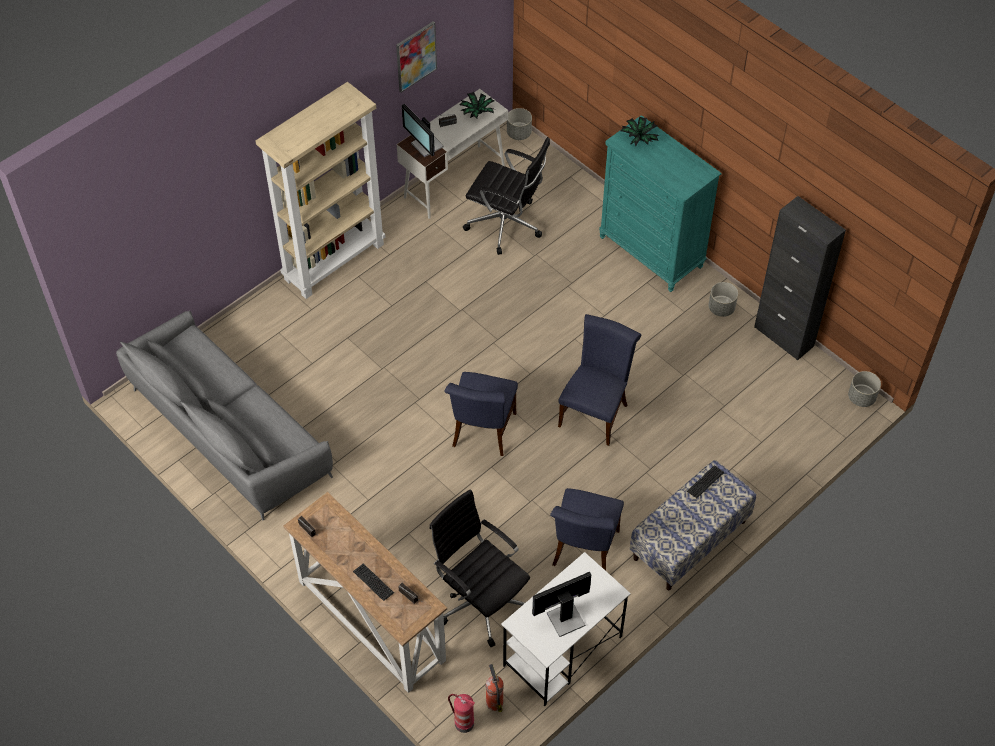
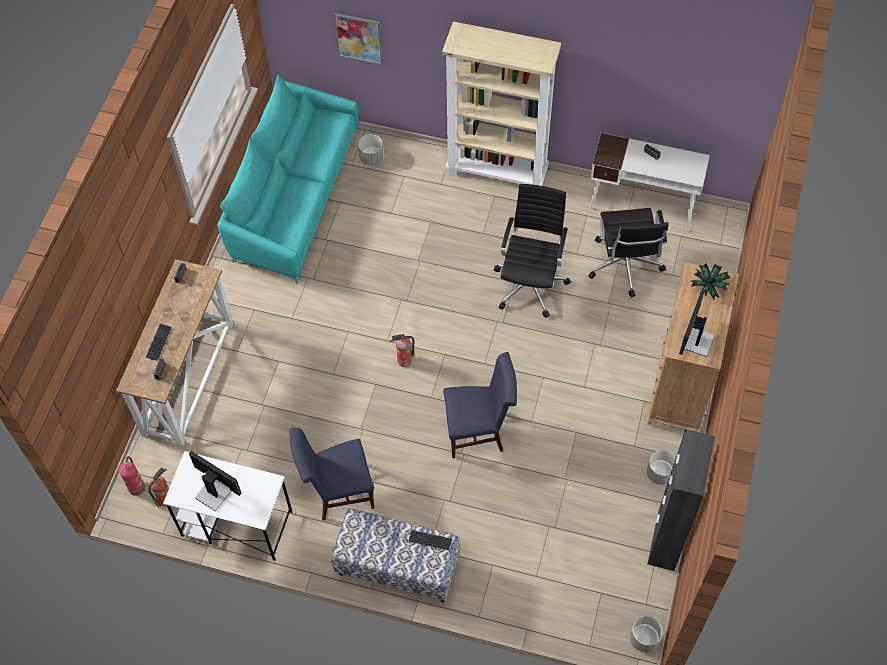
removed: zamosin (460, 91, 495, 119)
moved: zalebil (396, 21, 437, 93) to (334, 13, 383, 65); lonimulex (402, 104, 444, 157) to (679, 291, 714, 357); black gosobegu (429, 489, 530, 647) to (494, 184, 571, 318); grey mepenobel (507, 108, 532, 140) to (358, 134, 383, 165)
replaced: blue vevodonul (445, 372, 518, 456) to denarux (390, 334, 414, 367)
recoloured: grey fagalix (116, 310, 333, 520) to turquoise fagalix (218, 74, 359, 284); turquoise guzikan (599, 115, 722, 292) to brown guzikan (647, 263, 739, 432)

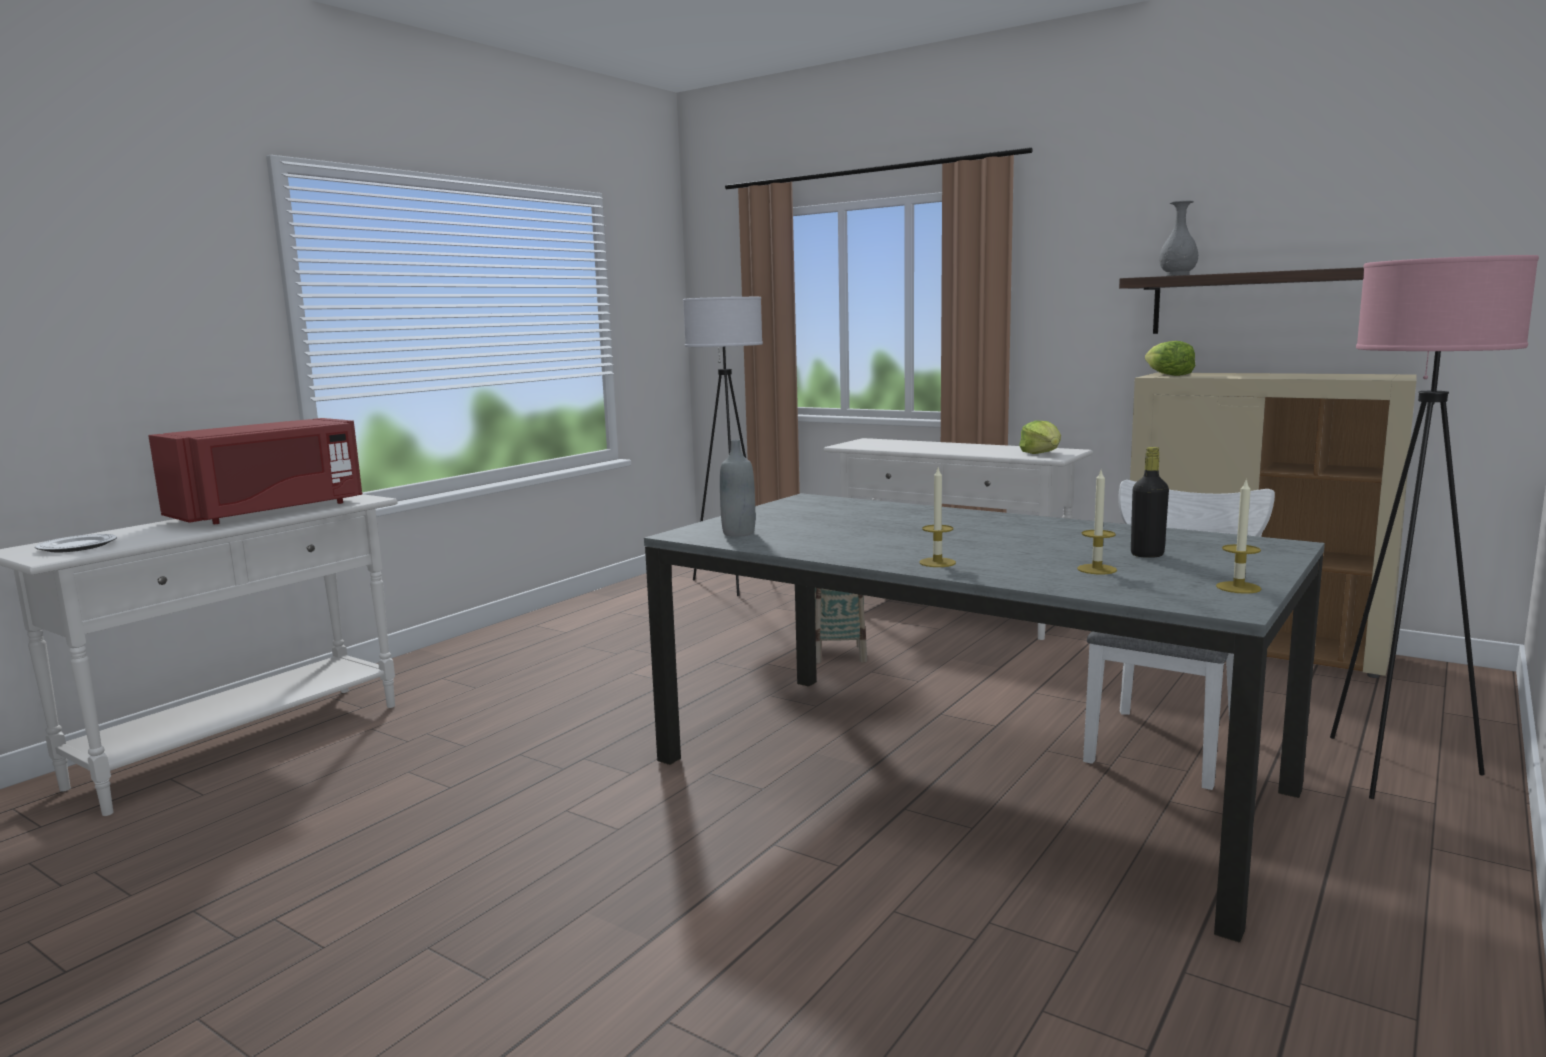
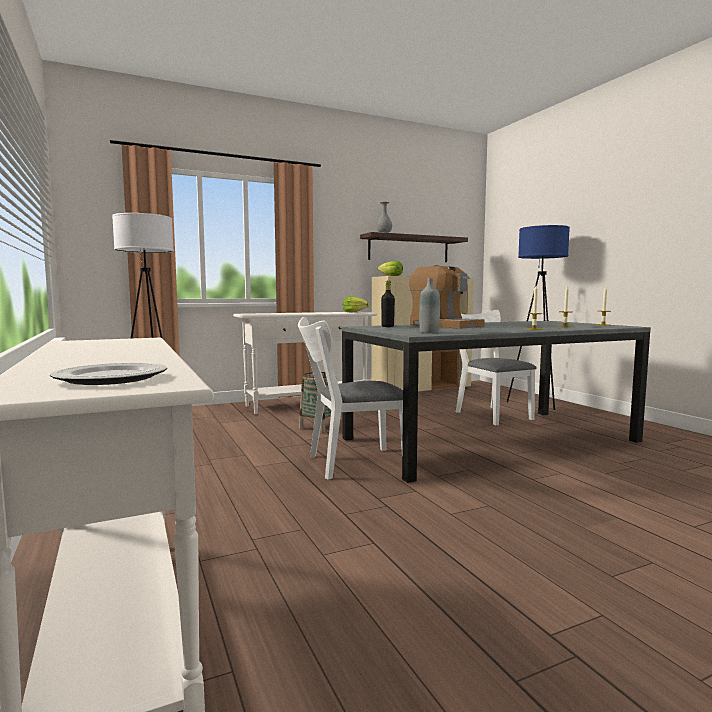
removed: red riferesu (149, 418, 362, 524)
added: white vevodonul (298, 317, 403, 480); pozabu (409, 265, 485, 329)
moved: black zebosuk (1131, 447, 1169, 558) to (381, 281, 395, 327)
recoloured: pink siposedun (1330, 255, 1539, 799) to blue siposedun (507, 225, 570, 410)

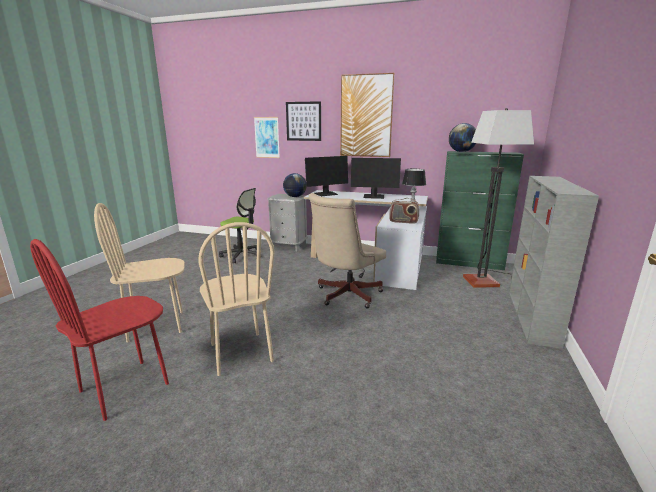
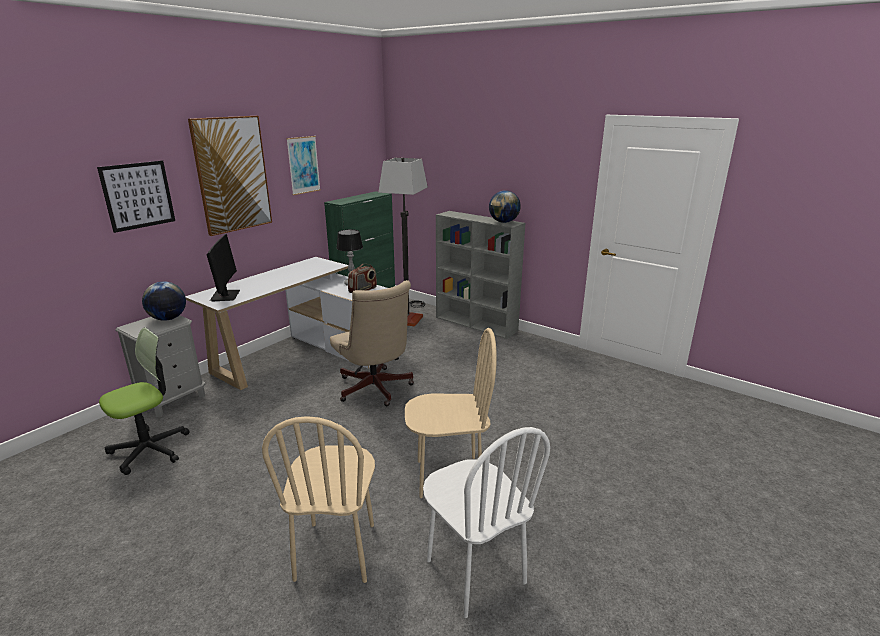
removed: lonimulex (351, 158, 401, 199)
moved: zalebil (254, 117, 280, 158) to (286, 136, 321, 195); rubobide (449, 123, 476, 152) to (489, 190, 521, 223)
recoloured: red vevodonul (30, 239, 169, 421) to white vevodonul (423, 427, 550, 618)

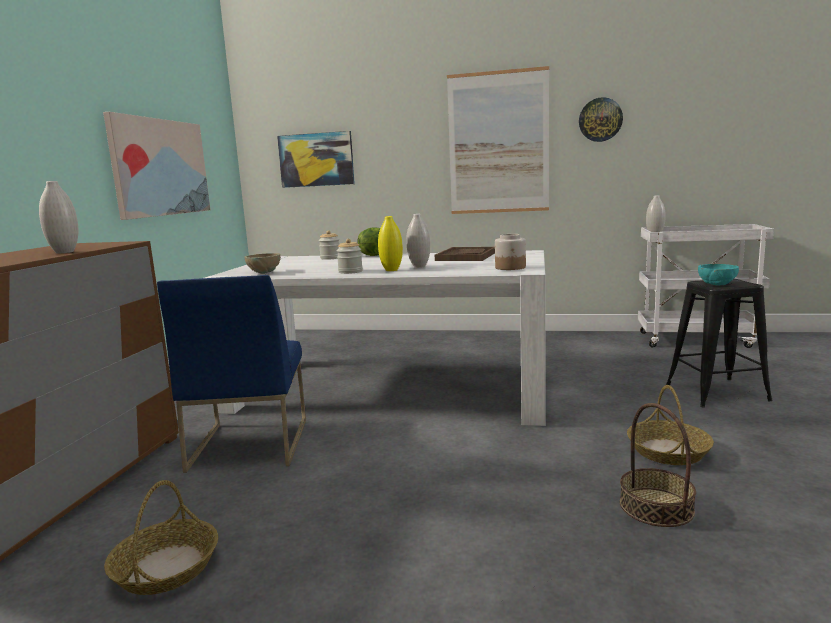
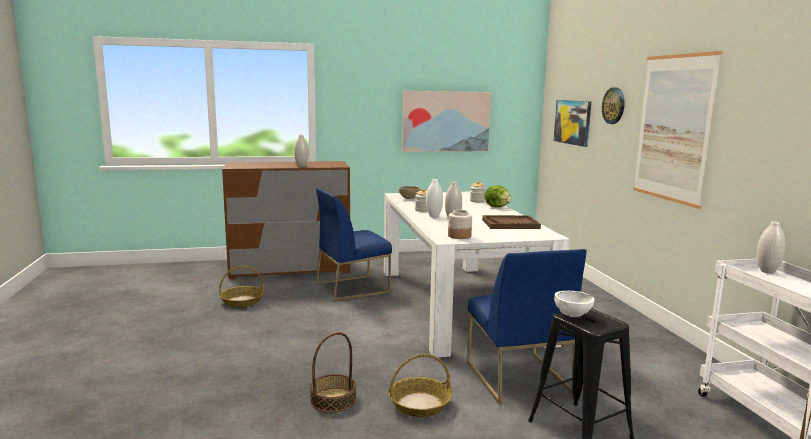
added: blue vevodonul (467, 249, 587, 405)
moved: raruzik (579, 97, 623, 142) to (602, 87, 625, 124)
recoloured: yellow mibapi (378, 216, 403, 271) to white mibapi (426, 179, 443, 217); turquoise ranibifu (698, 264, 739, 286) to white ranibifu (554, 291, 594, 317)

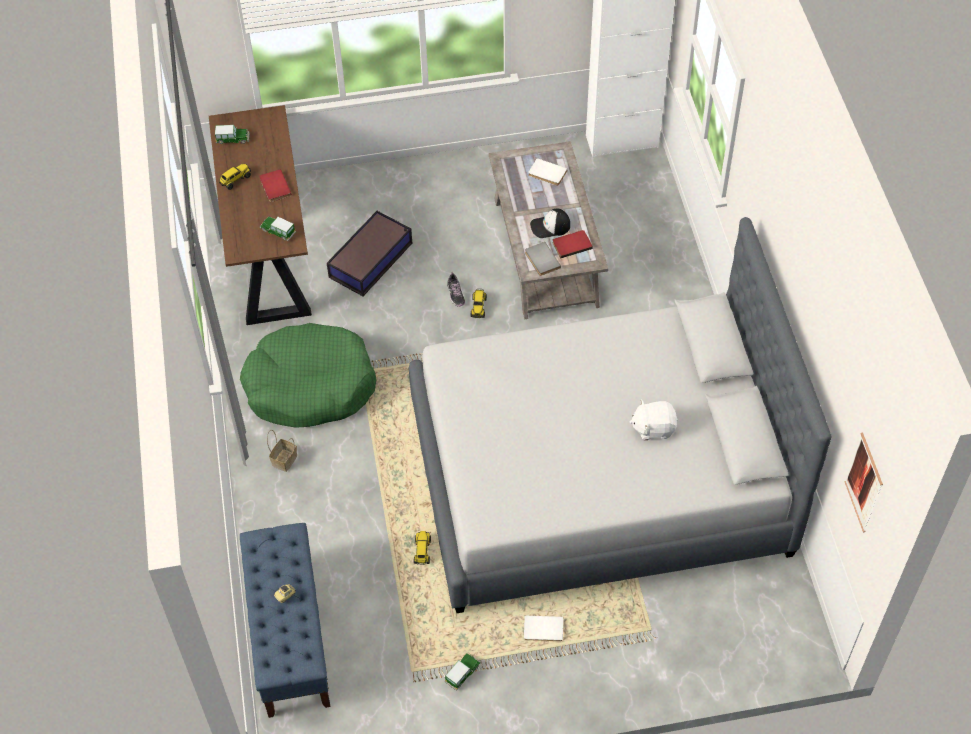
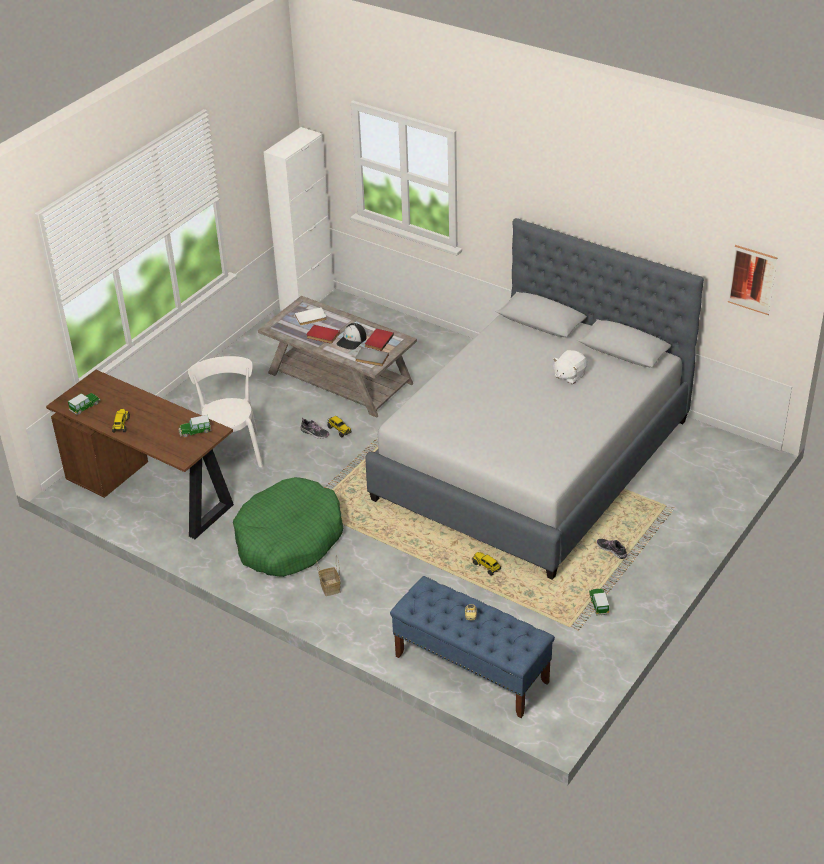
moved: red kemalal (259, 169, 292, 202) to (306, 325, 340, 343)
replaced: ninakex (327, 211, 412, 296) to white vevodonul (188, 356, 263, 475); white kemalal (524, 616, 563, 641) to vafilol (597, 539, 627, 559)

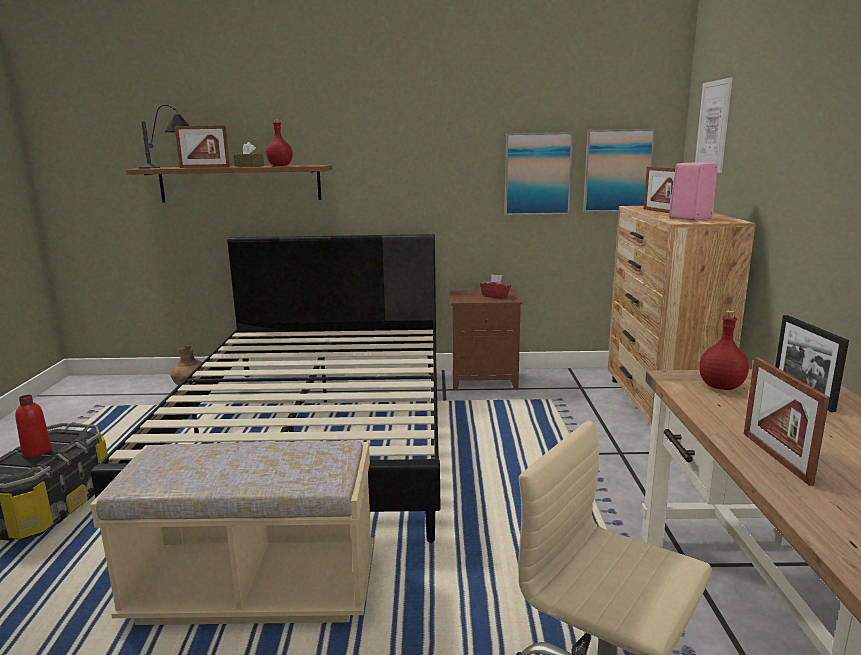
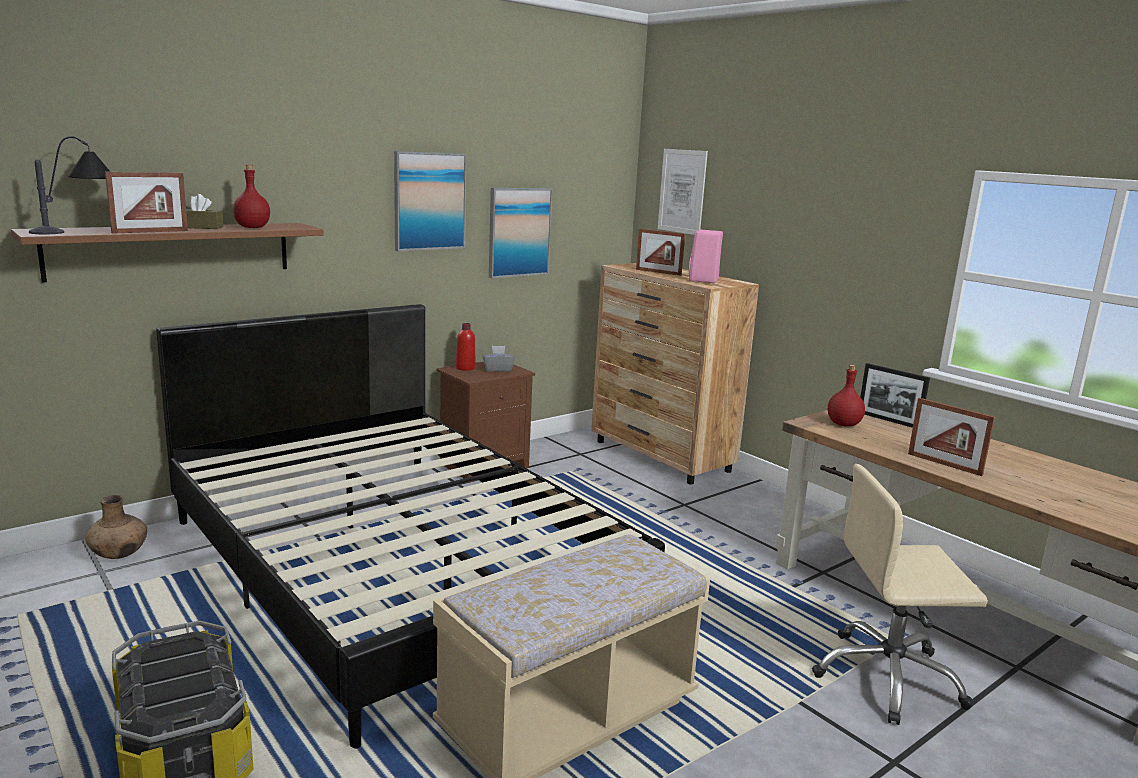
moved: red zebosuk (15, 395, 51, 457) to (456, 323, 476, 371); zalebil (583, 129, 655, 212) to (394, 151, 467, 251)
recoloured: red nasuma (480, 274, 511, 299) to grey nasuma (482, 346, 515, 372)

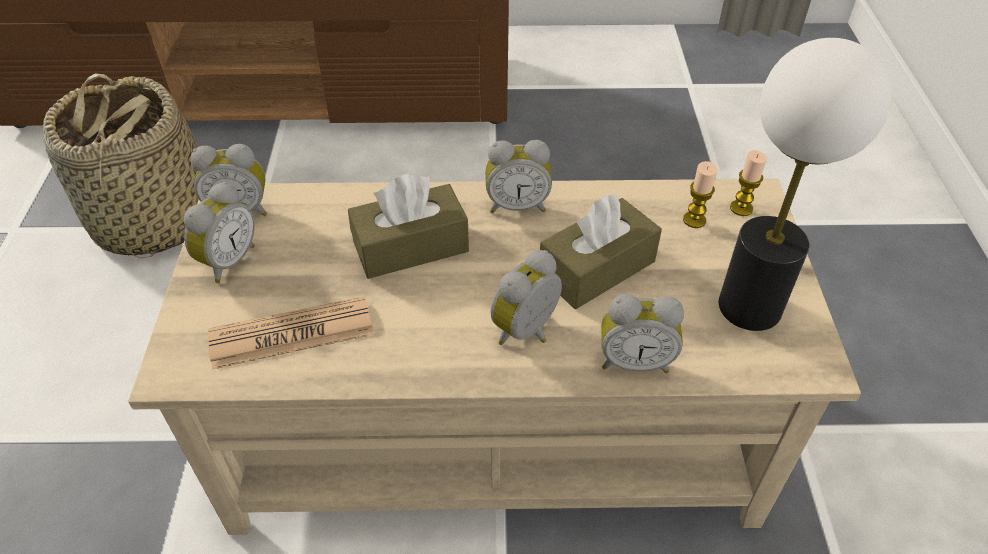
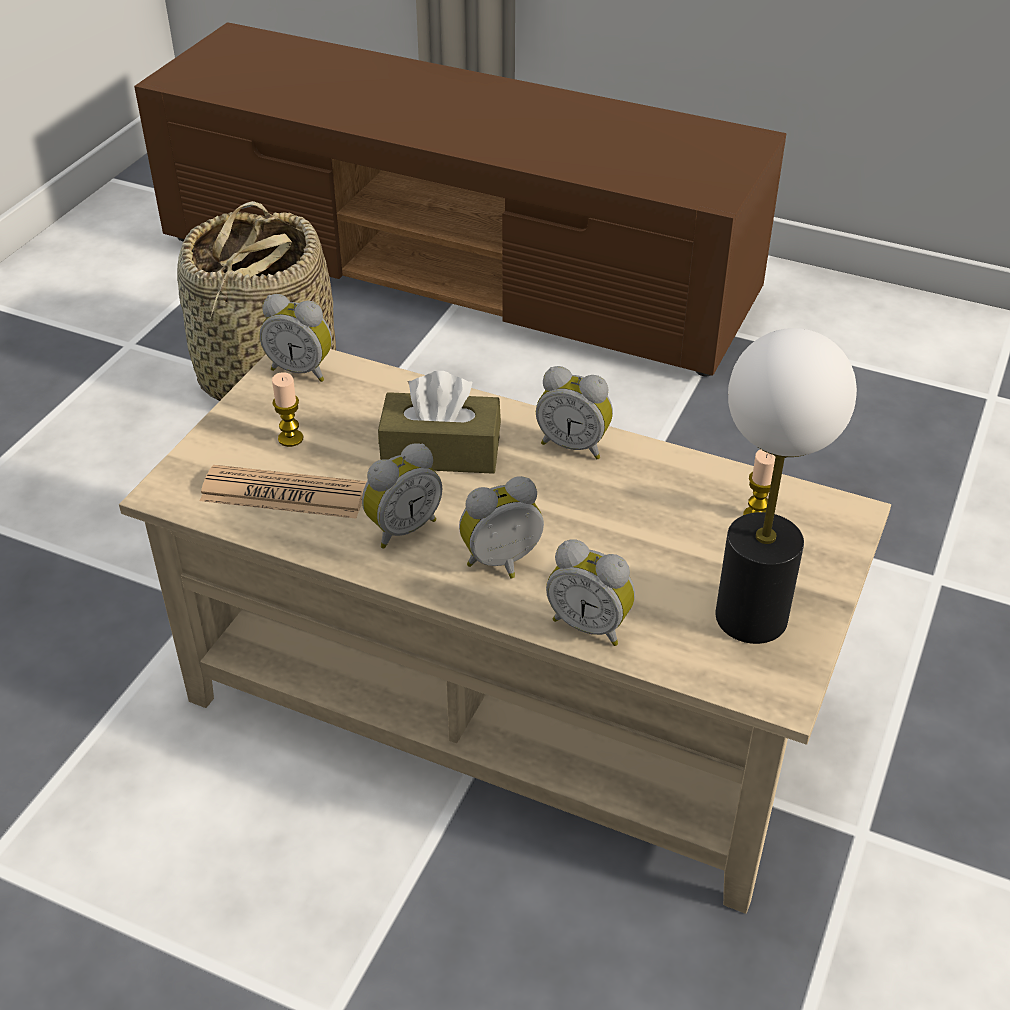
removed: brown nasuma (540, 194, 662, 309)
moved: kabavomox (184, 182, 255, 283) to (362, 443, 442, 549); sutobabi (730, 150, 767, 216) to (272, 372, 303, 447)

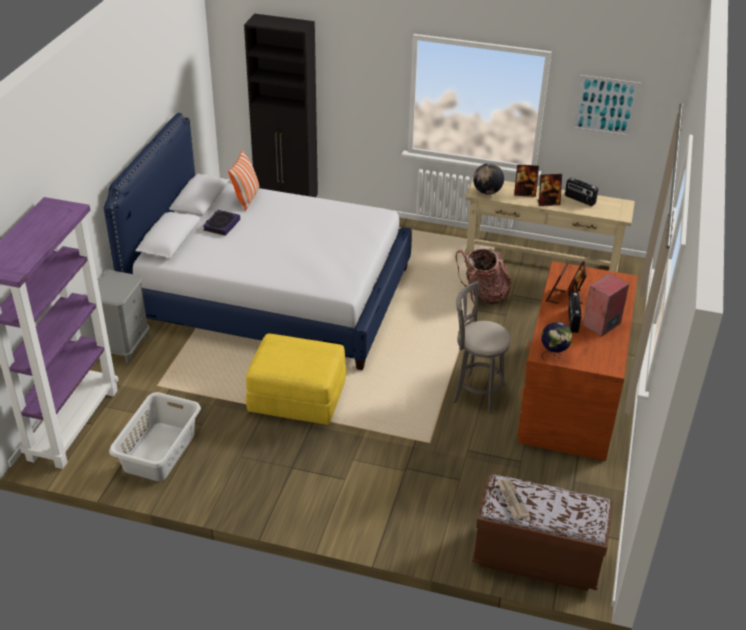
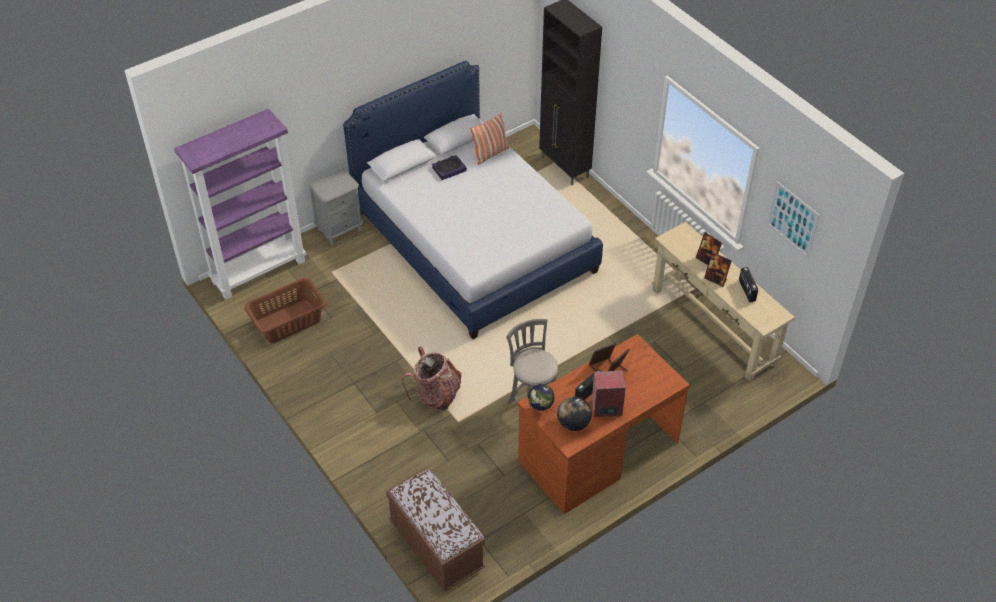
removed: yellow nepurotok (246, 333, 346, 425); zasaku (497, 479, 530, 519)
moved: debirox (456, 248, 511, 304) to (402, 346, 462, 410); rubobide (473, 163, 504, 195) to (557, 396, 592, 431)
recoloured: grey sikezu (109, 392, 201, 481) to brown sikezu (244, 278, 327, 343)

